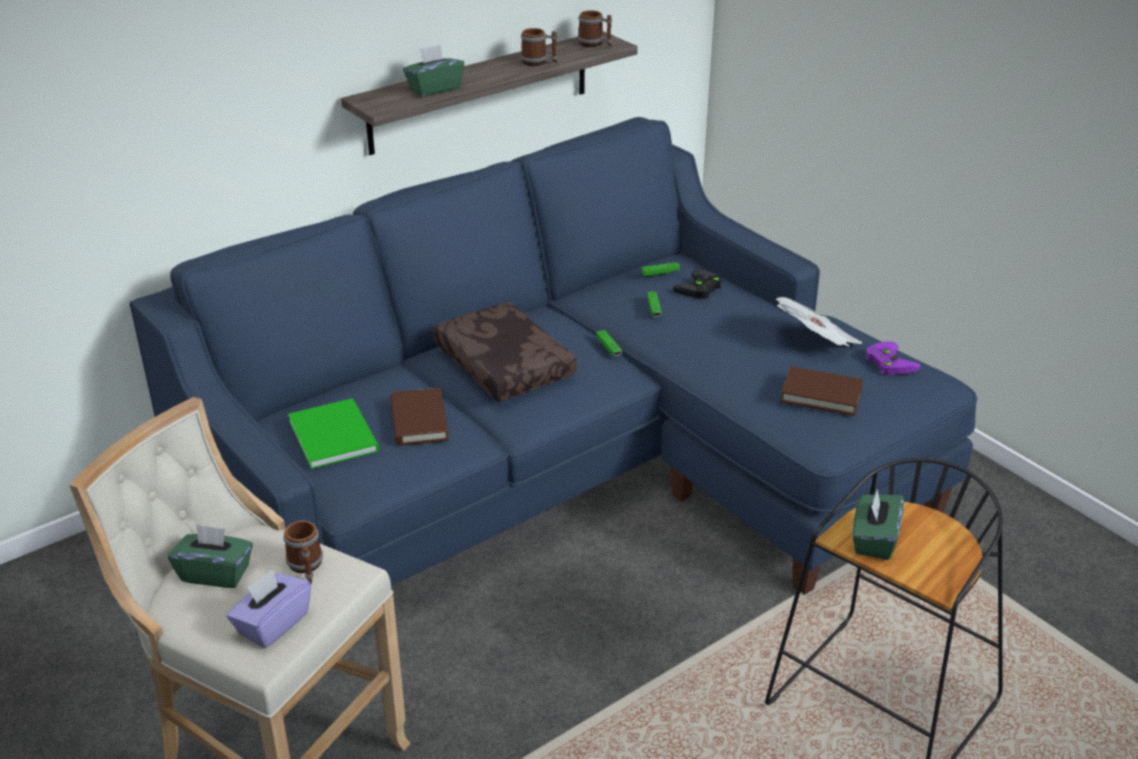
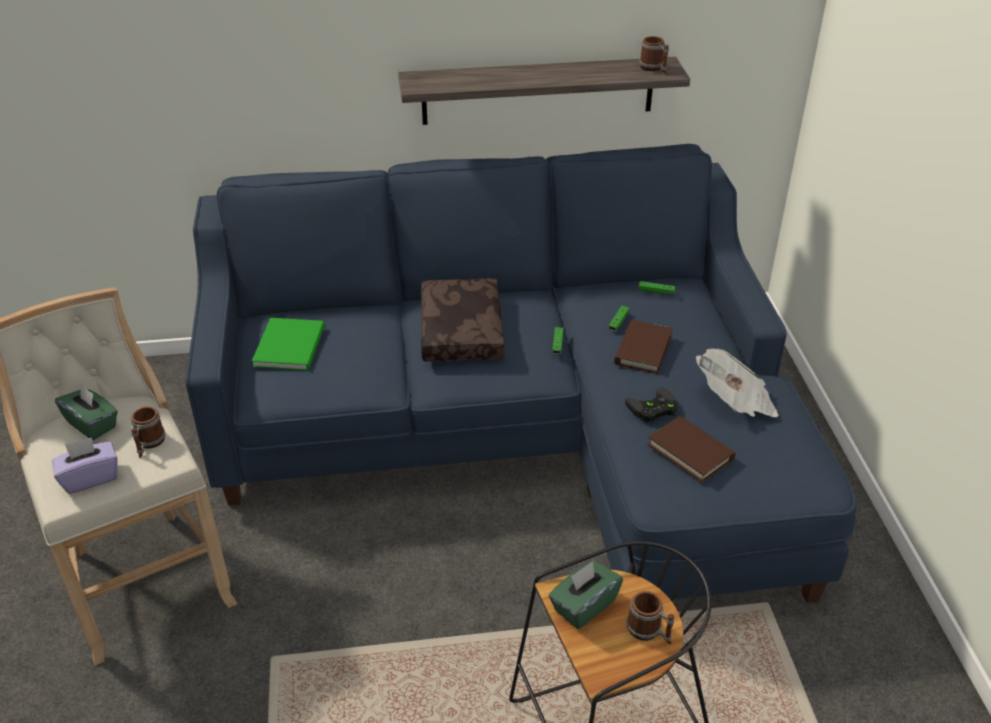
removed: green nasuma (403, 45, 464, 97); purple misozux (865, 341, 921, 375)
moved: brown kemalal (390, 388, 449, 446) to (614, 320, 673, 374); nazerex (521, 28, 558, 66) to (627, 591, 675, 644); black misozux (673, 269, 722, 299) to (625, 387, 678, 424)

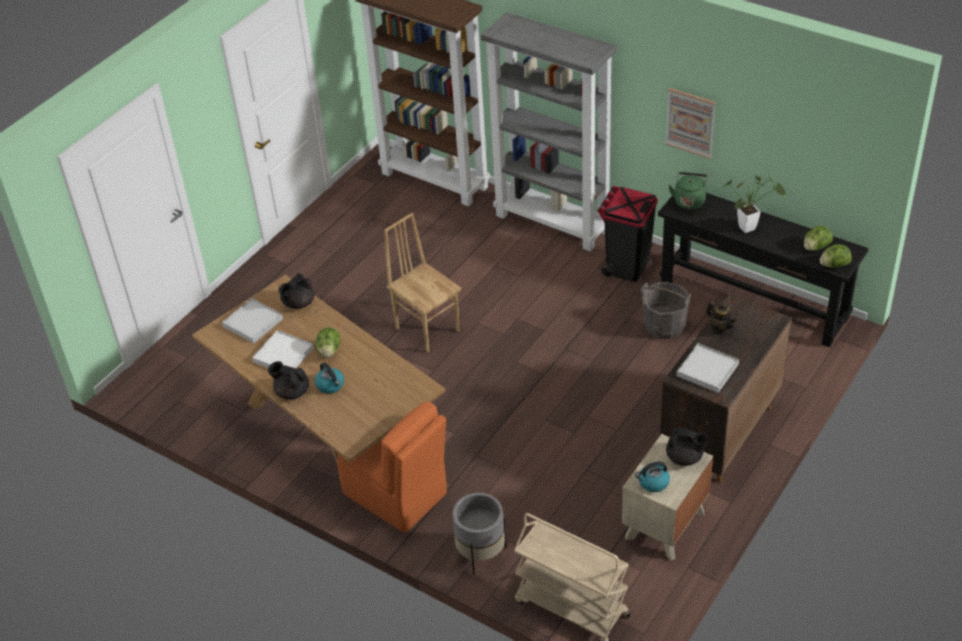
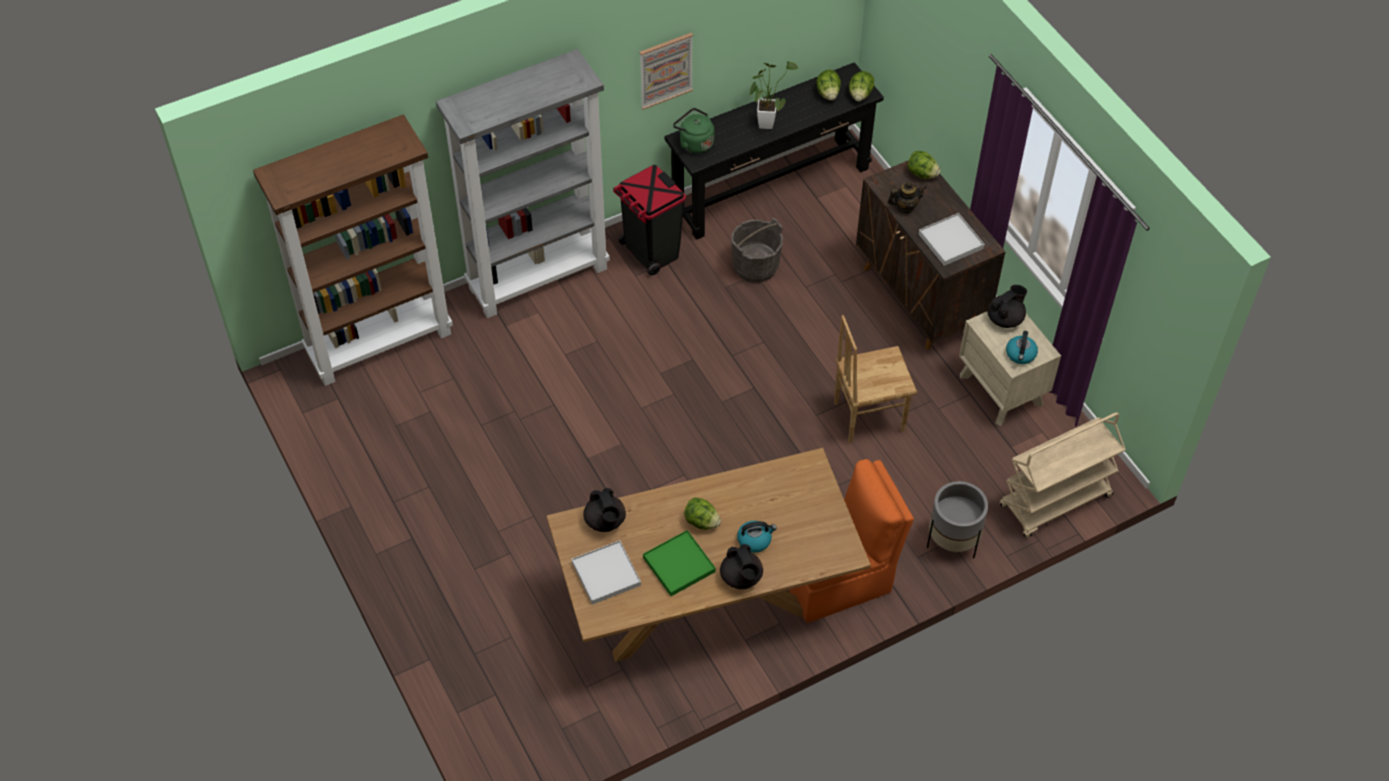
added: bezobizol (908, 151, 941, 179)
moved: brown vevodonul (384, 213, 461, 352) to (834, 315, 917, 443)
recoloured: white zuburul (252, 330, 313, 368) to green zuburul (643, 530, 716, 596)
turned: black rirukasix (268, 361, 309, 400) = (720, 544, 763, 589) 75 degrees counterclockwise

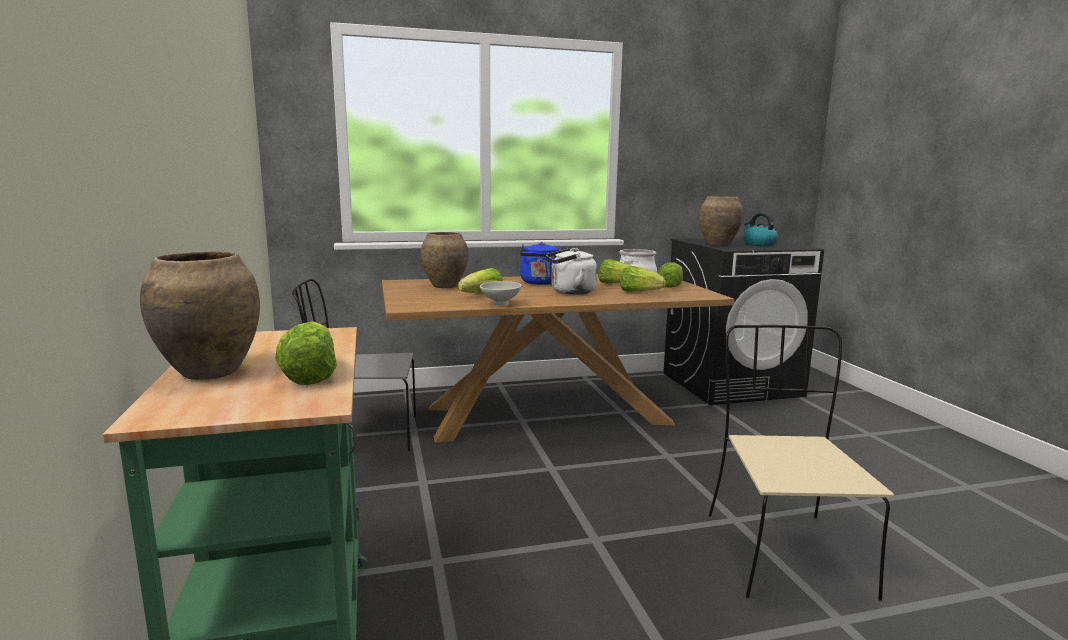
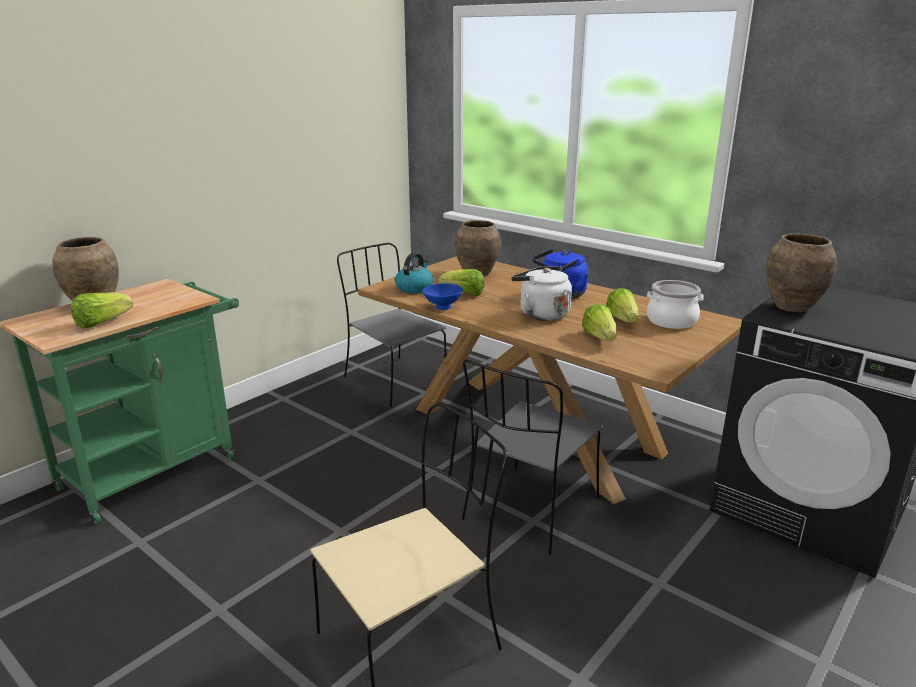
removed: bezobizol (658, 262, 683, 288)
added: grey vevodonul (462, 359, 603, 555)
moved: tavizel (743, 213, 778, 246) to (395, 252, 434, 294)
recoloured: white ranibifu (480, 281, 522, 306) to blue ranibifu (422, 283, 463, 310)

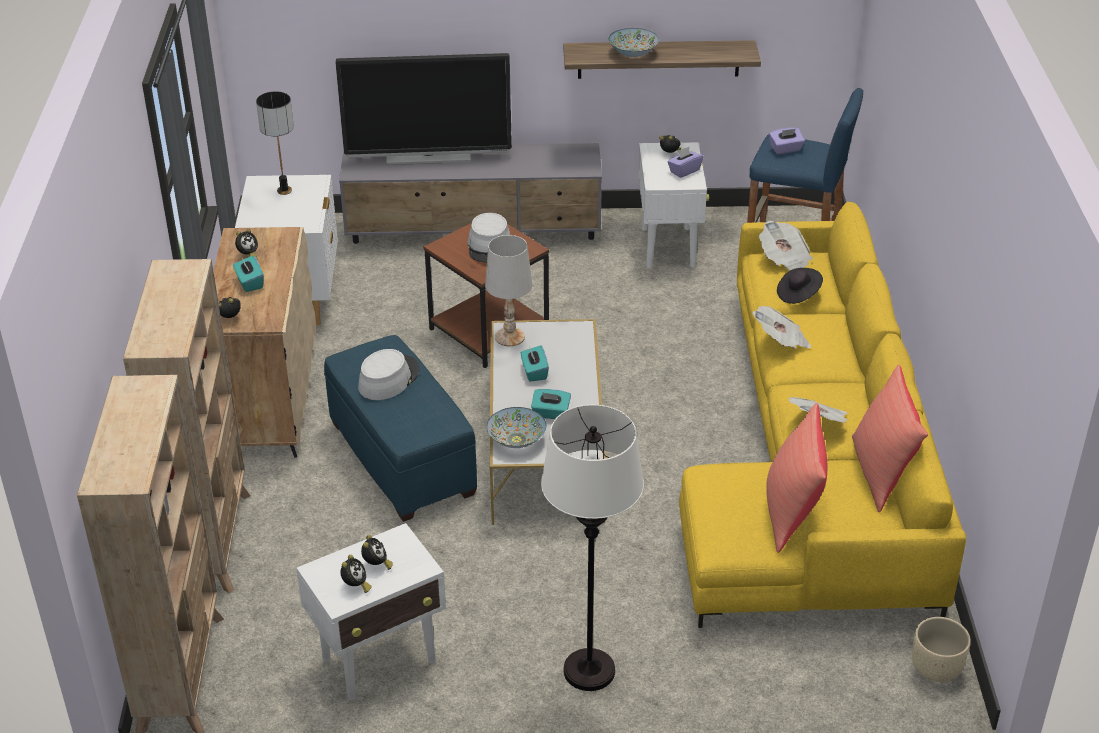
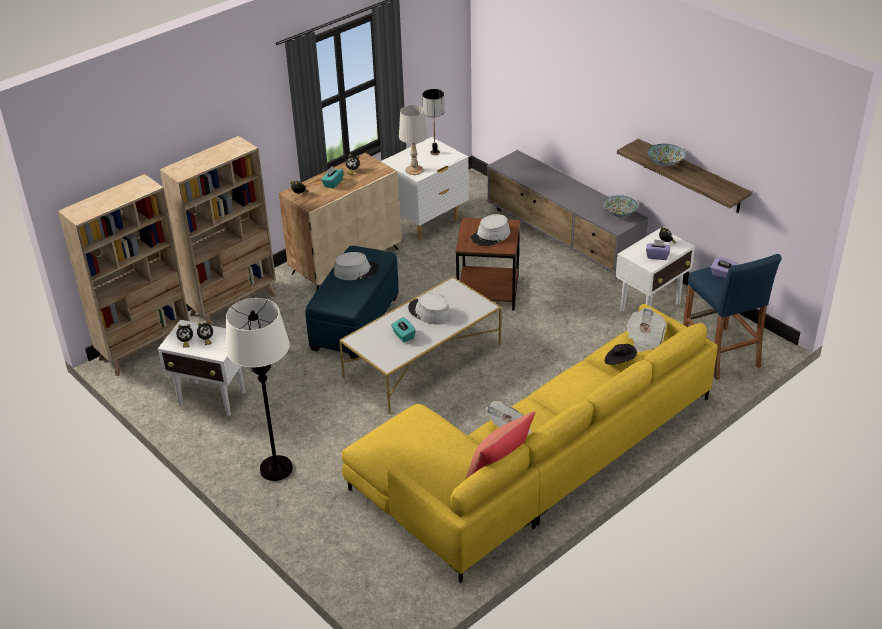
removed: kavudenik (336, 53, 512, 165); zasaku (752, 306, 812, 348); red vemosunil (766, 403, 827, 553); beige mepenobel (912, 617, 971, 682)
moved: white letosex (485, 235, 532, 346) to (399, 105, 427, 175); ranibifu (487, 407, 546, 448) to (603, 195, 638, 217)
replaced: turquoise nasuma (521, 345, 549, 382) to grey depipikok (408, 293, 451, 324)

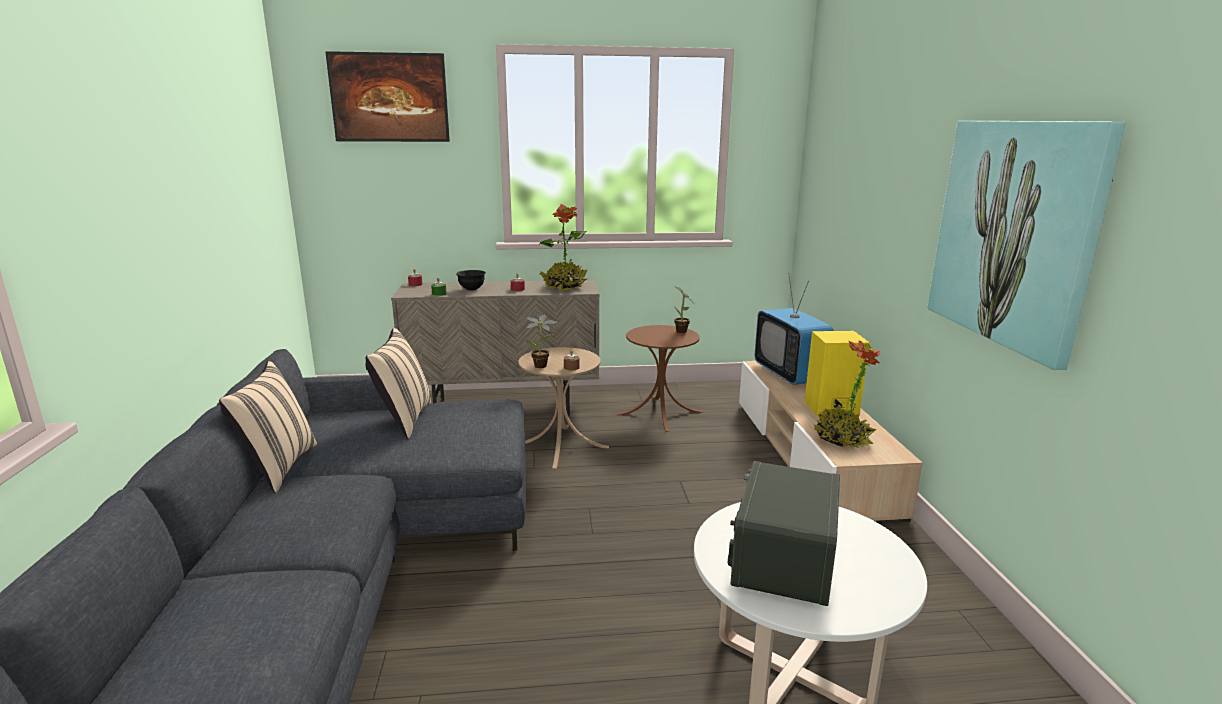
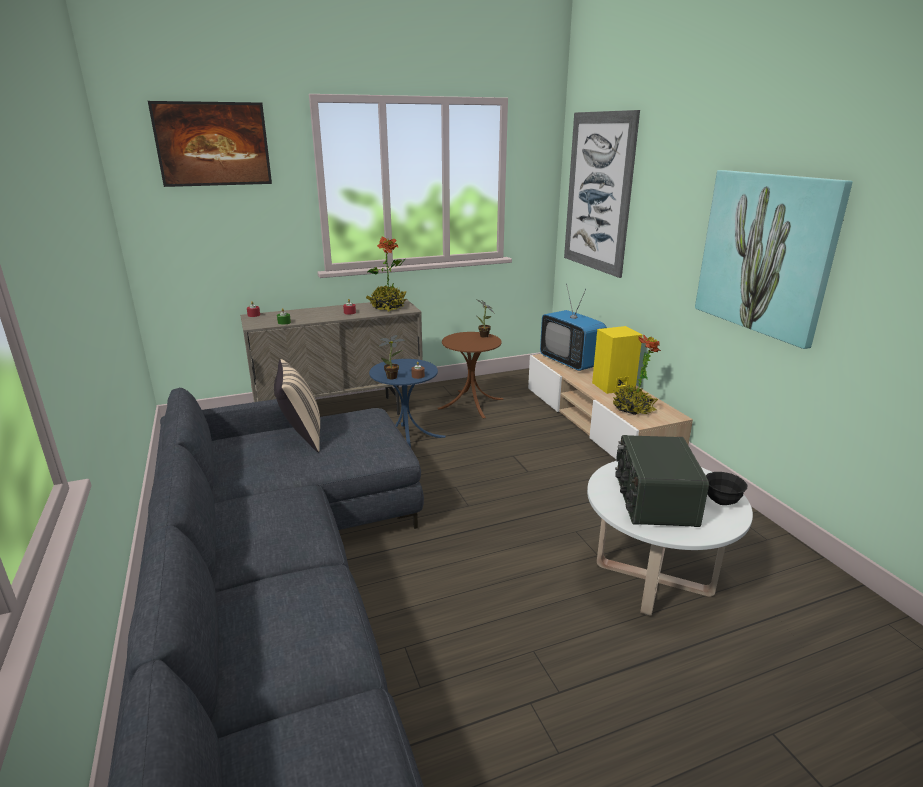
removed: beige vemosunil (219, 361, 317, 493)
added: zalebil (564, 110, 640, 278)
moved: black ranibifu (456, 270, 486, 291) to (706, 472, 747, 505)
recoloured: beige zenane (518, 347, 609, 469) to blue zenane (369, 359, 446, 447)

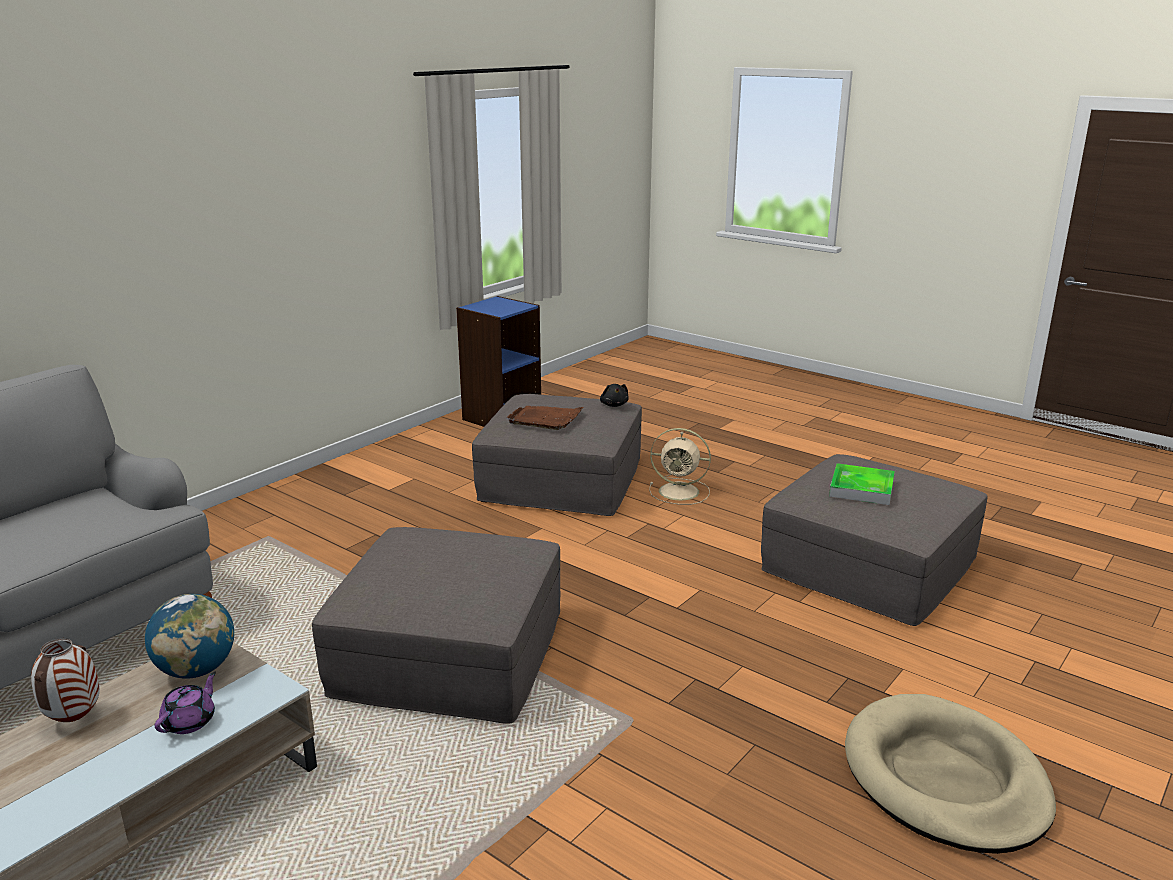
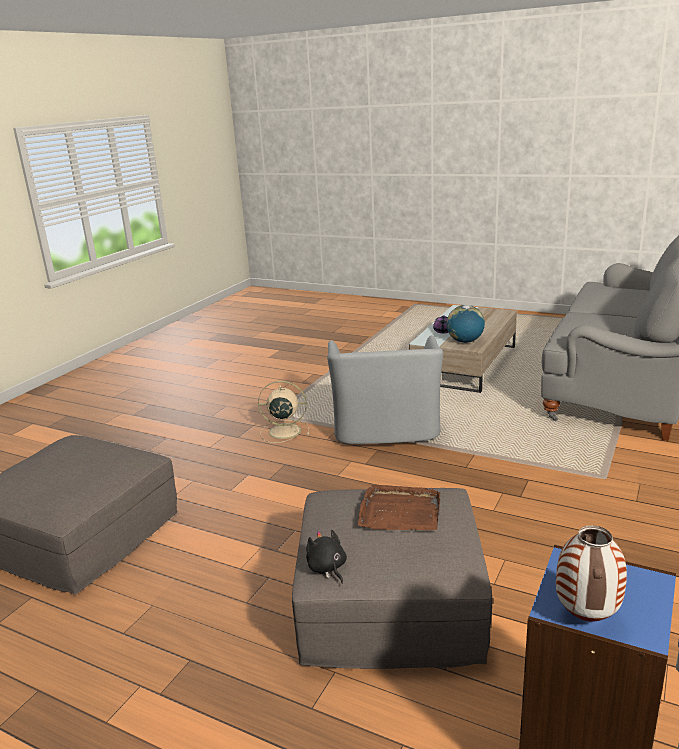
removed: zuburul (829, 463, 895, 505); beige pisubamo (845, 694, 1056, 854)
moved: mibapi (31, 638, 100, 722) to (556, 525, 627, 622); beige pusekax (649, 428, 711, 505) to (258, 381, 309, 443)
replaced: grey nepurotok (312, 527, 560, 724) to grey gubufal (327, 335, 443, 444)

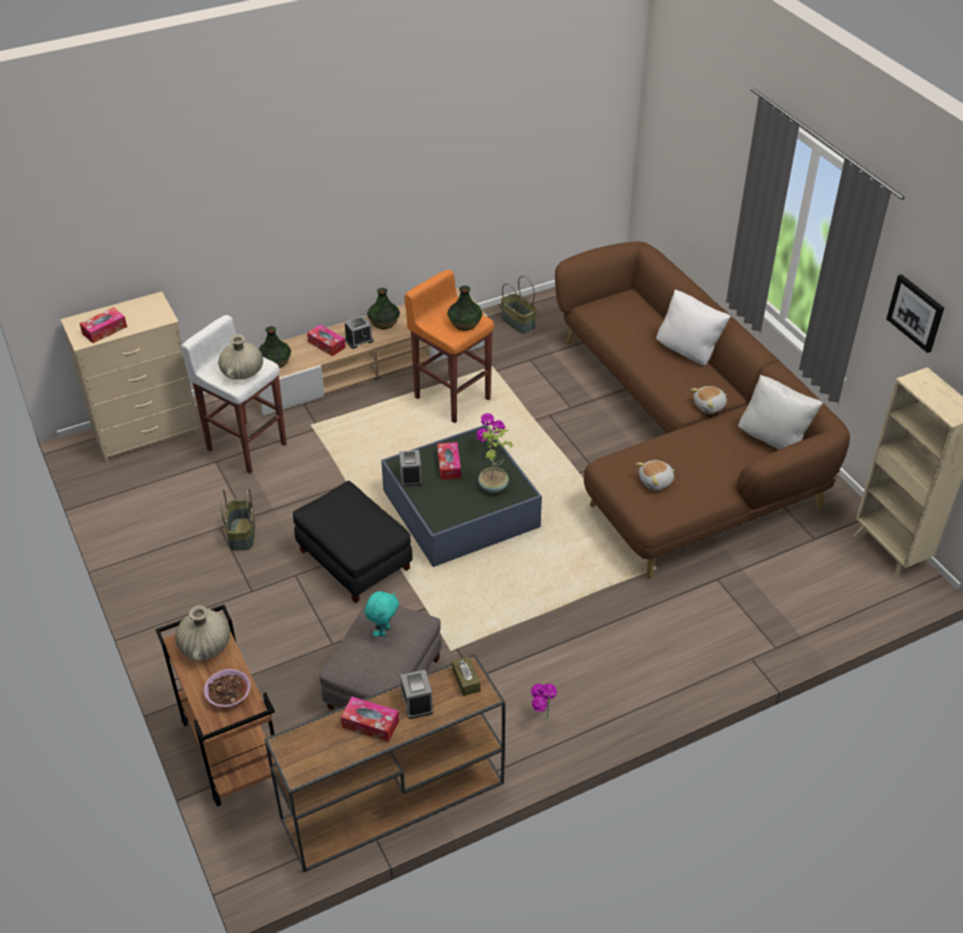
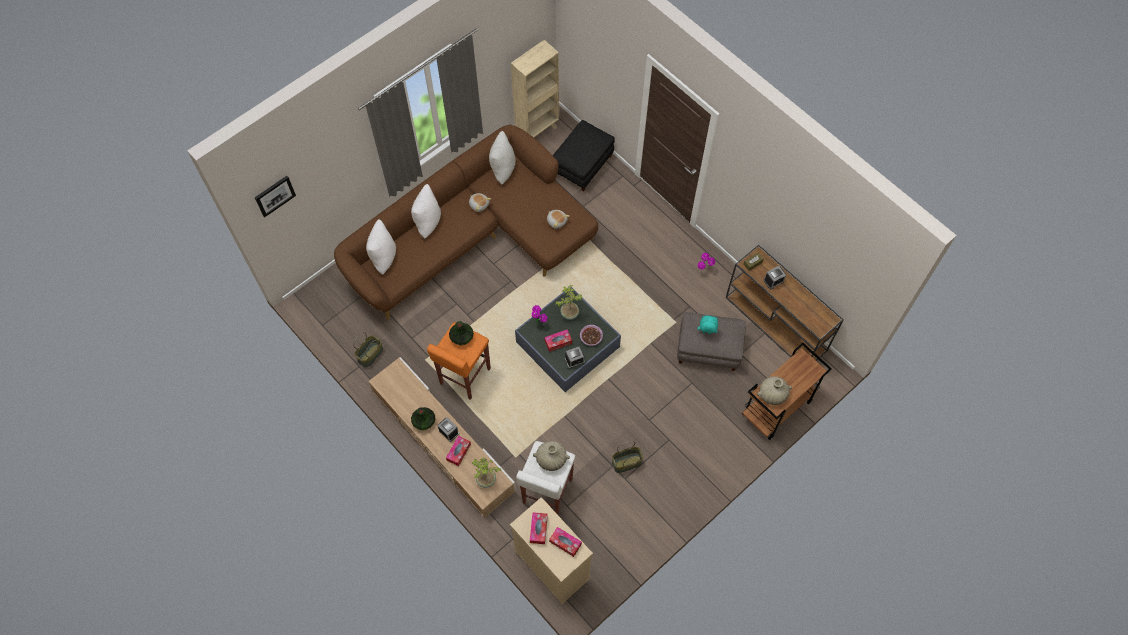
added: white vemosunil (366, 219, 396, 275)
moved: ranibifu (204, 669, 251, 707) to (580, 325, 603, 346); black nepurotok (293, 481, 413, 603) to (553, 120, 615, 191); nasuma (341, 697, 399, 742) to (530, 512, 548, 544); zalebil (886, 274, 944, 353) to (255, 176, 296, 217)
replaced: mibapi (259, 326, 291, 368) to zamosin (472, 457, 501, 488)

